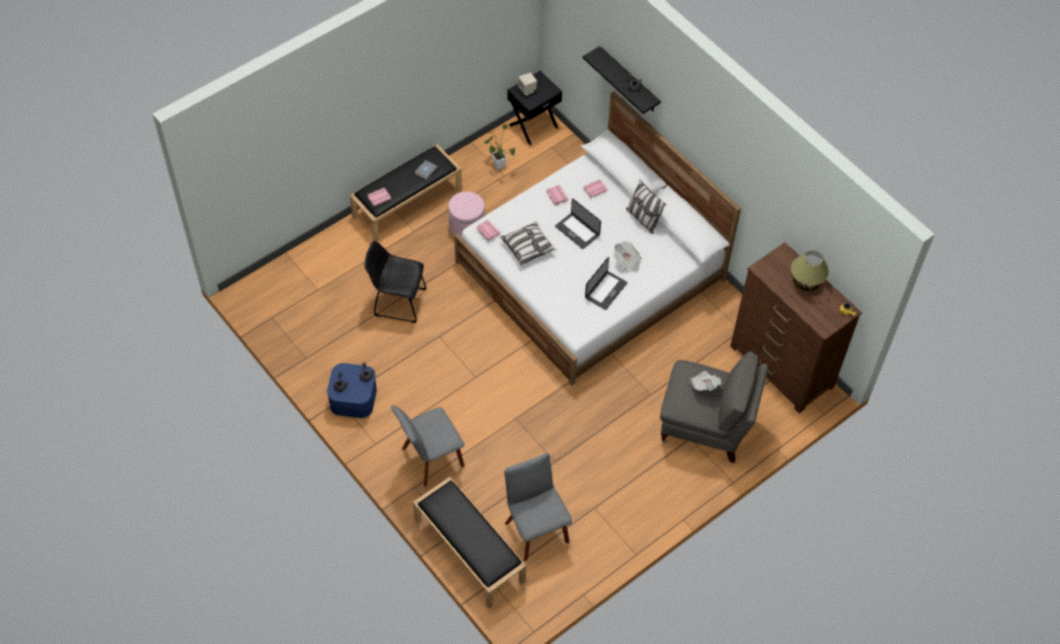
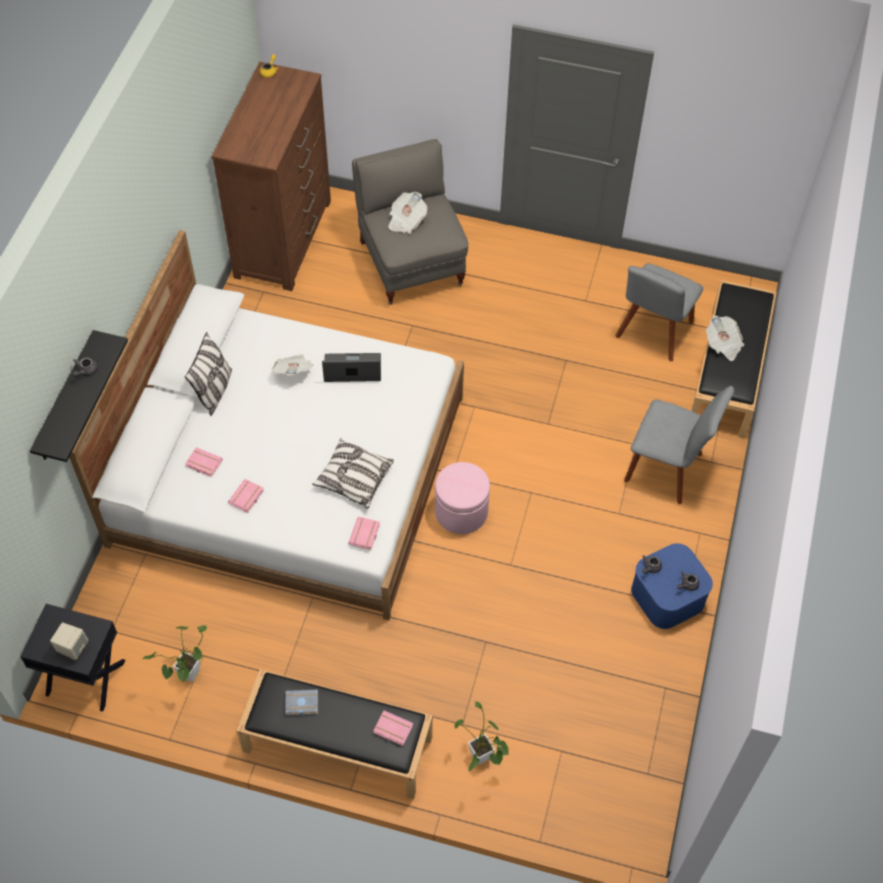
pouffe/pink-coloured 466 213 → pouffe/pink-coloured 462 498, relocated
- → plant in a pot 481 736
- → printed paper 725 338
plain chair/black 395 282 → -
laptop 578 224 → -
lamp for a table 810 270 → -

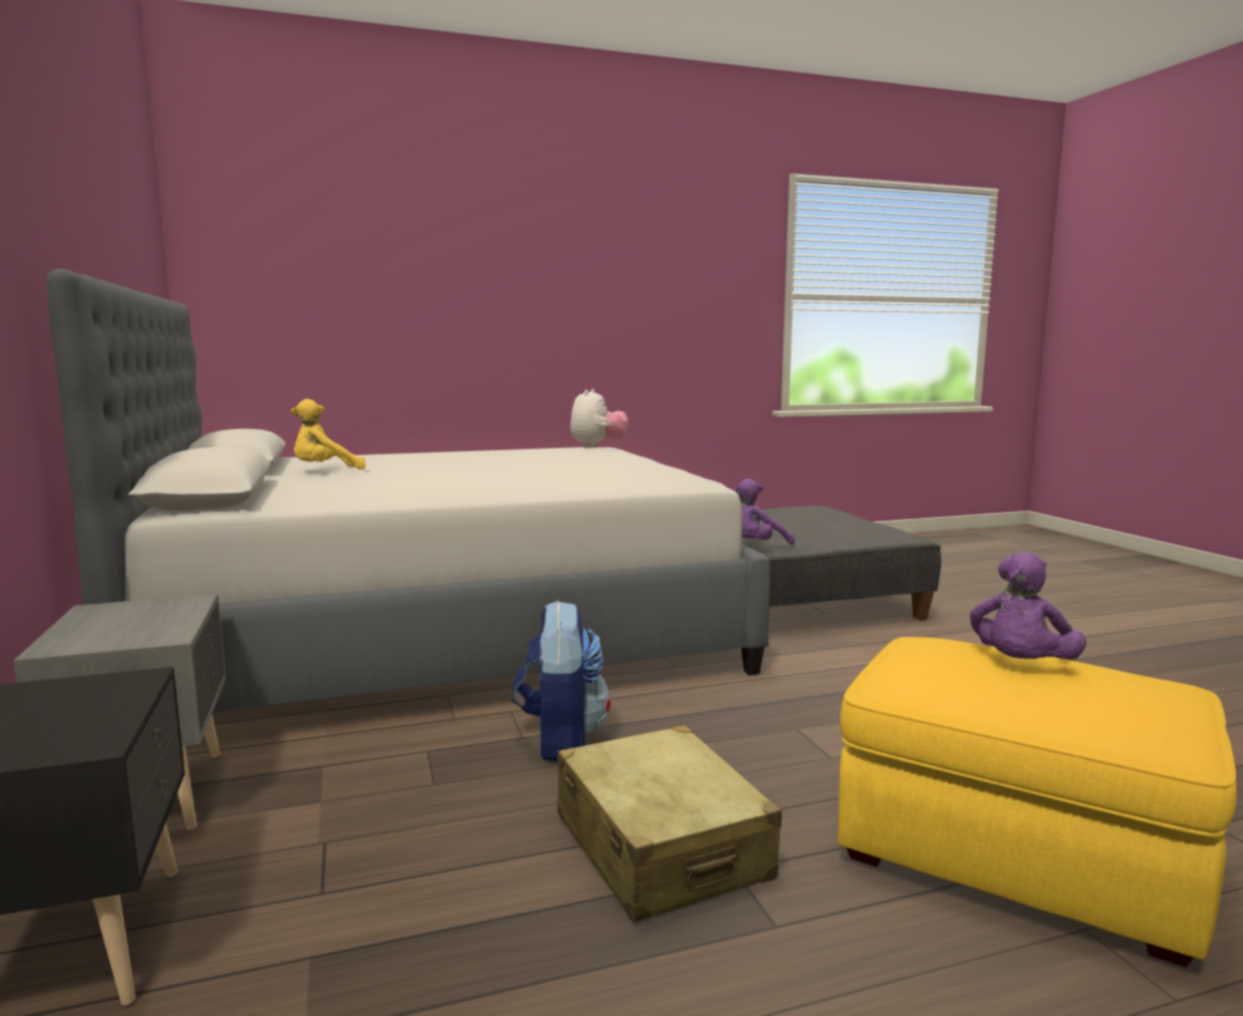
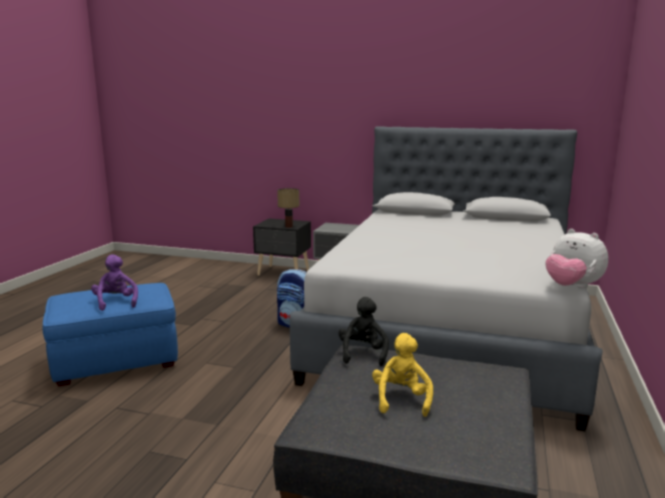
pouffe/yellow 1037 802 → pouffe/blue-coloured 110 334
- → lamp for a table 288 208
cuddly toy/purplish 764 512 → cuddly toy/black 363 331
cuddly toy/yellow 328 434 → cuddly toy/yellow 402 375, relocated
suitcase/sand-coloured 669 823 → -

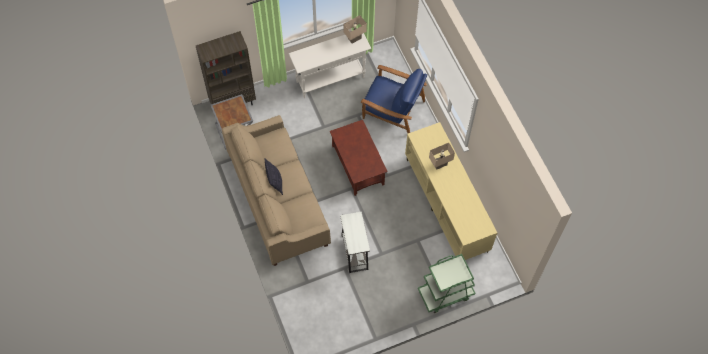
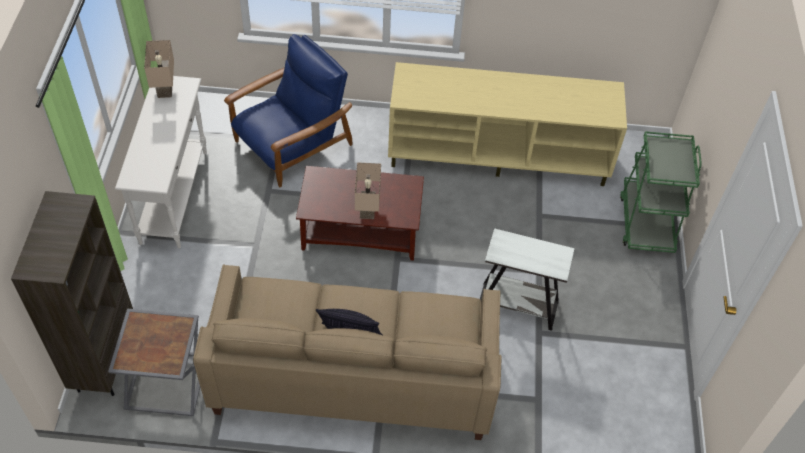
lamp for a table/sand-coloured 442 156 → lamp for a table/sand-coloured 368 190, relocated

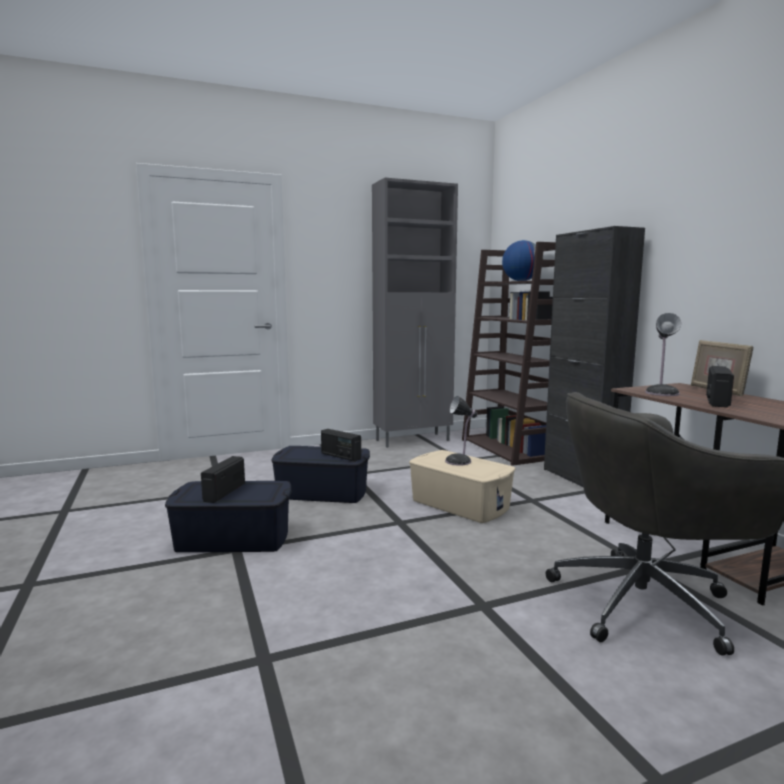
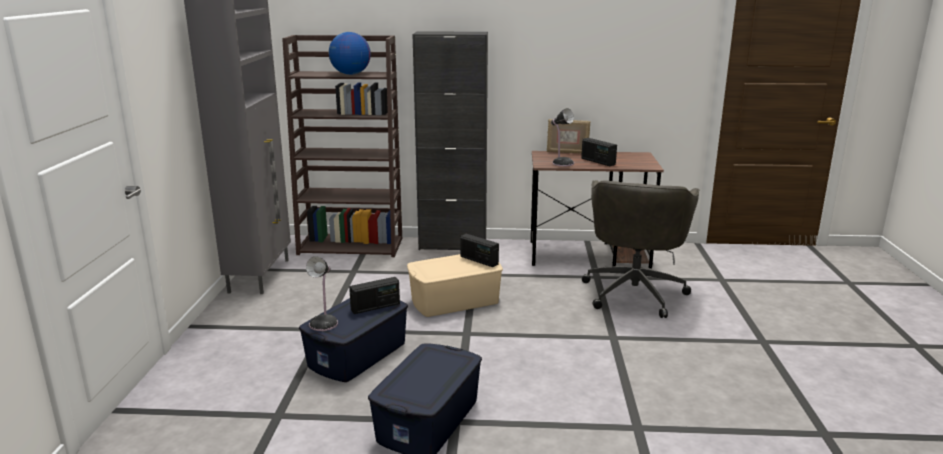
lamp for a table 461 431 → lamp for a table 322 294, relocated
radio 223 479 → radio 479 250, relocated

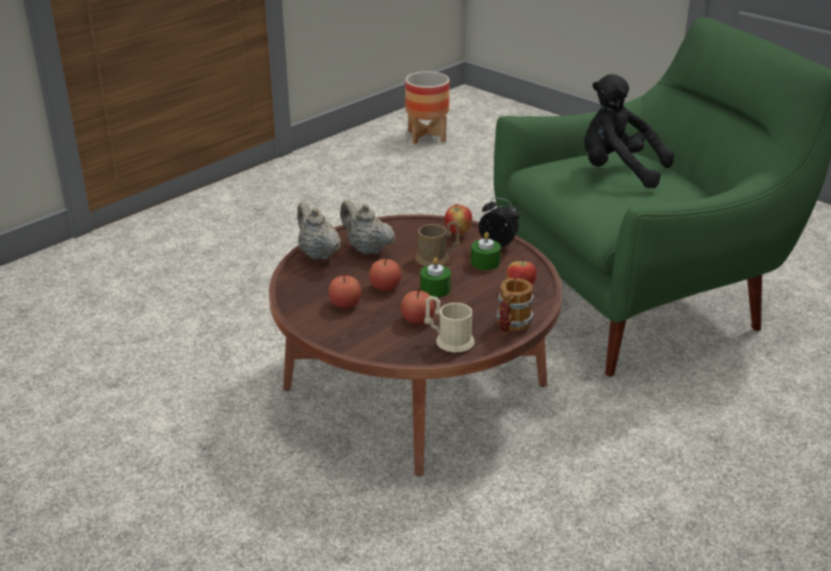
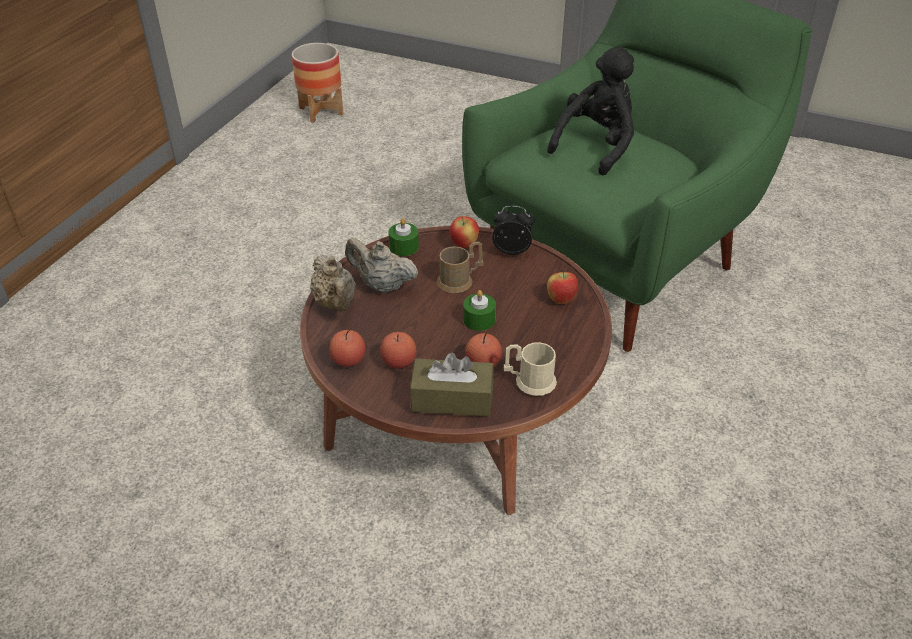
teapot/sand-coloured 319 230 → teapot/sand-coloured 333 283, 150 degrees counterclockwise
whole apple 385 273 → whole apple 347 348, relocated
candle/greenish 486 251 → candle/greenish 403 237, relocated
- → tissue holder/brown 452 384
cuddly toy/black 629 131 → cuddly toy/black 590 111, 120 degrees clockwise
mug 515 306 → -

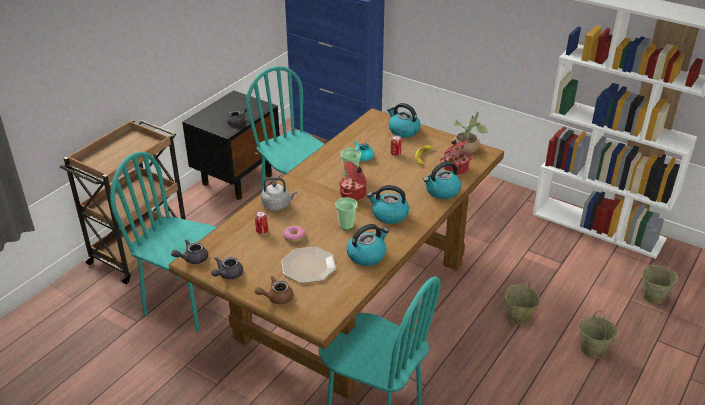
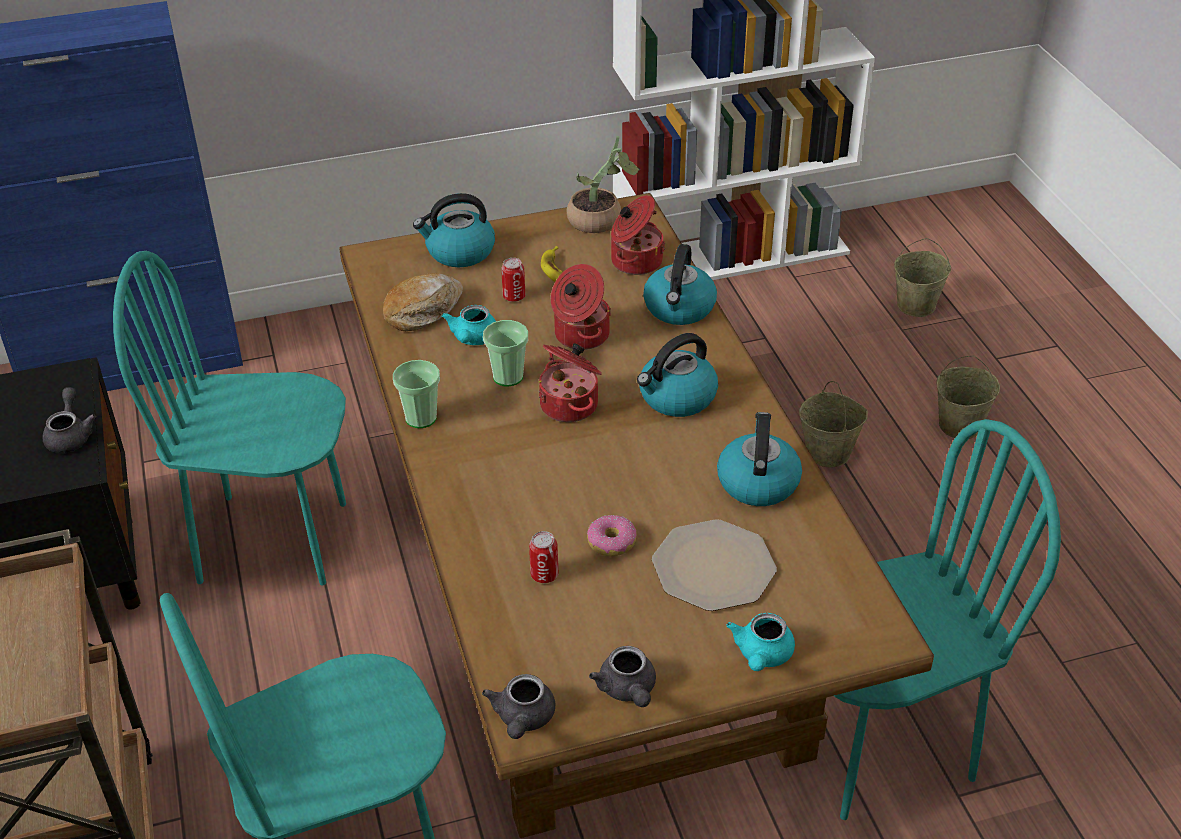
- → bread 423 302
cup 346 213 → cup 416 394, relocated
- → cooking pot 581 307
teapot/brown 274 290 → teapot/turquoise-coloured 760 642
water kettle/grey 279 194 → -

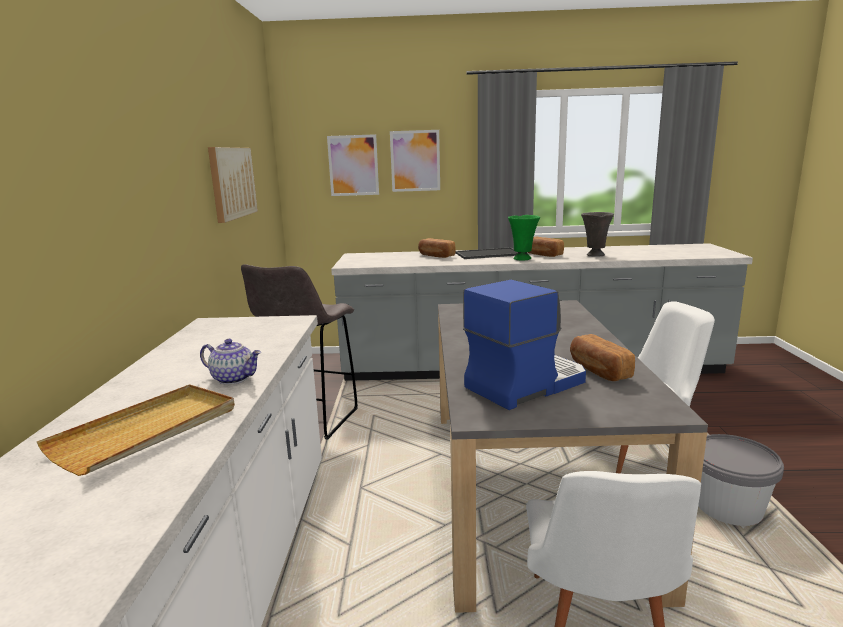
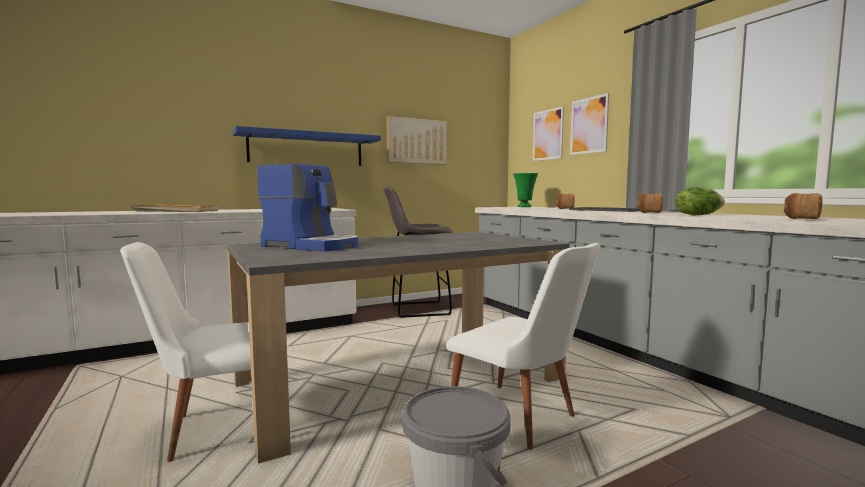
- → shelf/blue-coloured 307 146
flower vase/greenish 524 237 → flower vase/greenish 525 190, relocated
flower vase/grey 597 234 → lettuce head 700 201
bread 602 357 → bread 803 206, relocated
teapot 230 362 → -

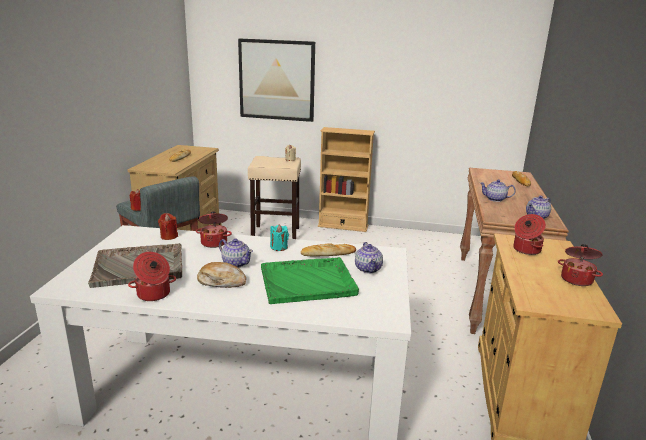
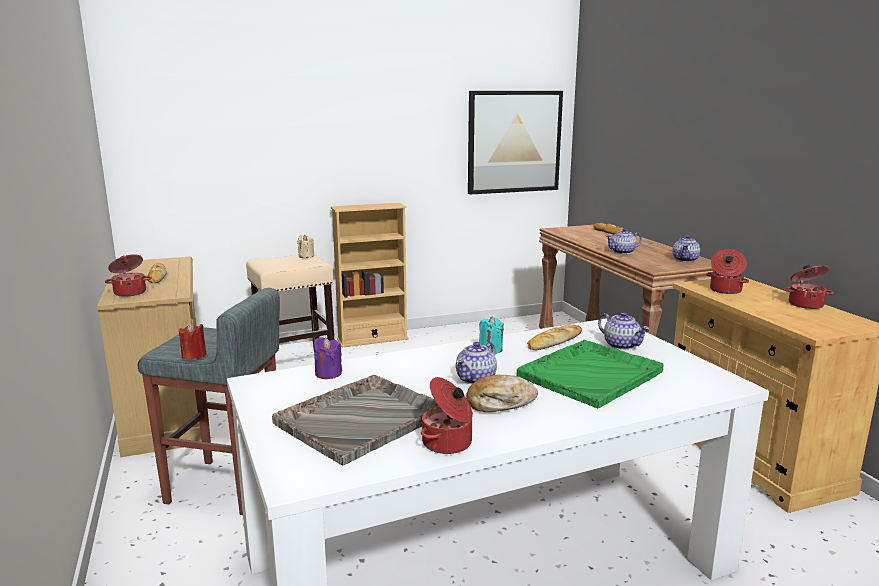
cooking pot 214 230 → cooking pot 128 275, relocated
candle/red-coloured 168 226 → candle/purplish 328 358
teapot 236 253 → teapot 476 363, 120 degrees clockwise
wall art 276 80 → wall art 515 142, relocated

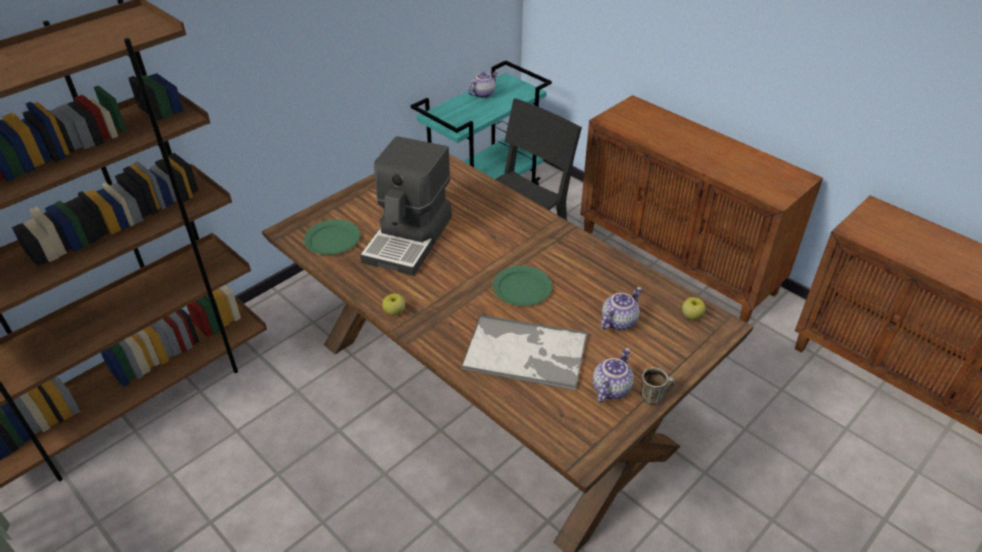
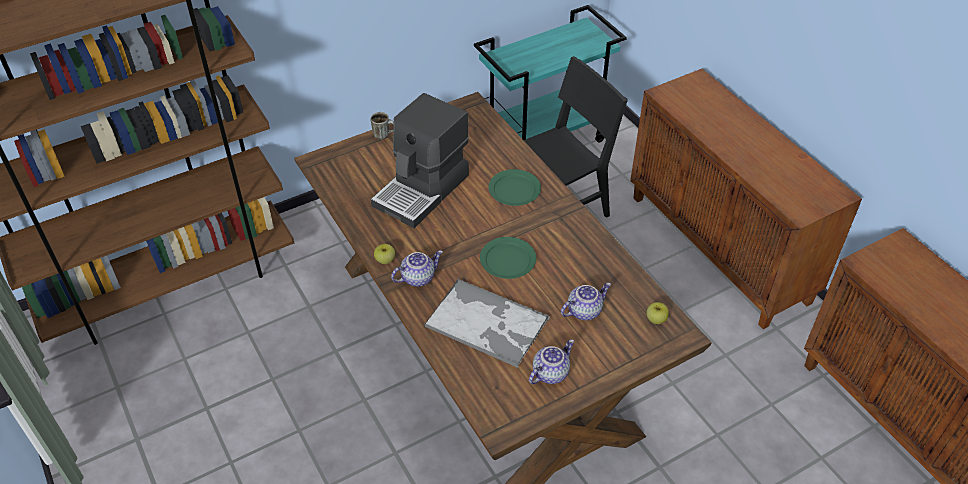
mug 657 386 → mug 382 126, relocated
teapot 483 84 → teapot 417 268, relocated
dinner plate/greenish 332 237 → dinner plate/greenish 514 187, relocated

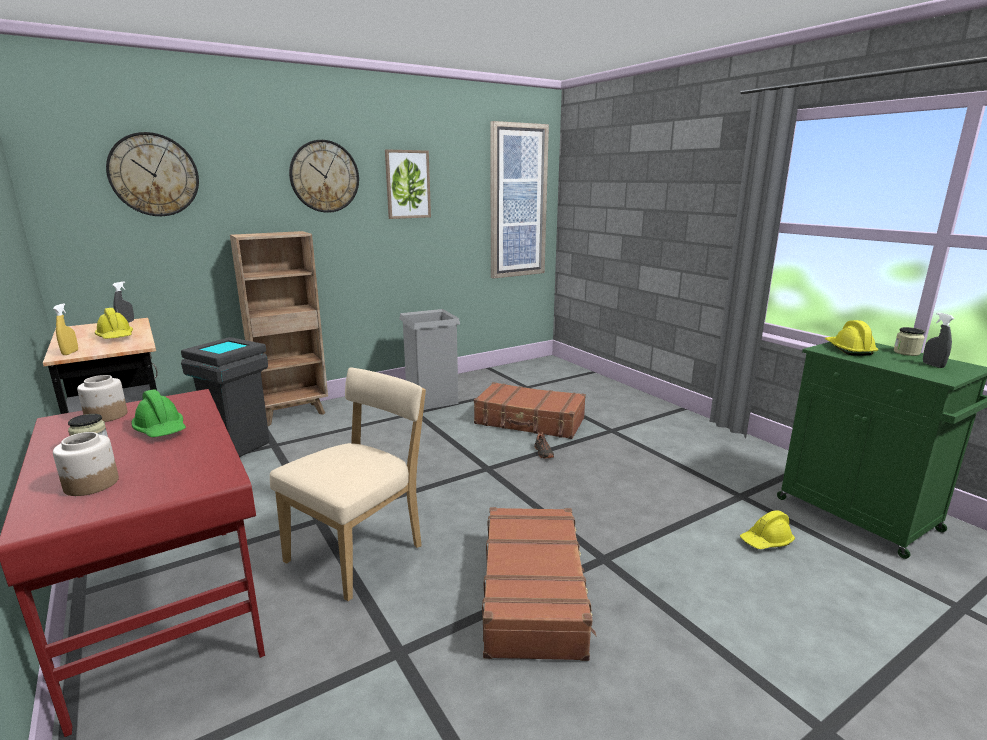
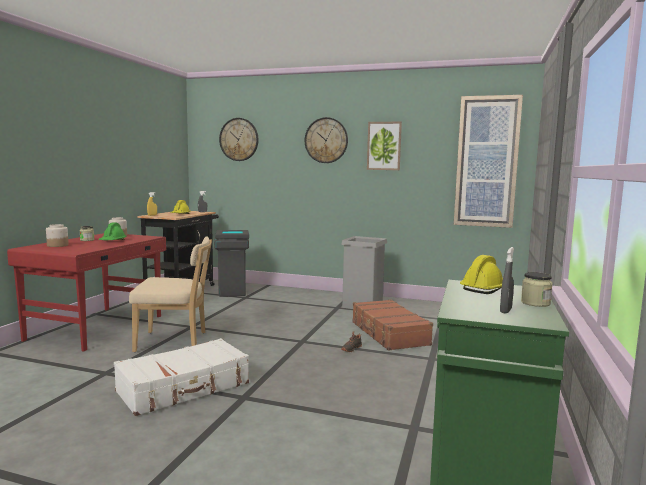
suitcase/brown 539 584 → suitcase/white-coloured 181 377
bookshelf/brown 279 328 → -
safety helmet/yellow 767 530 → -

